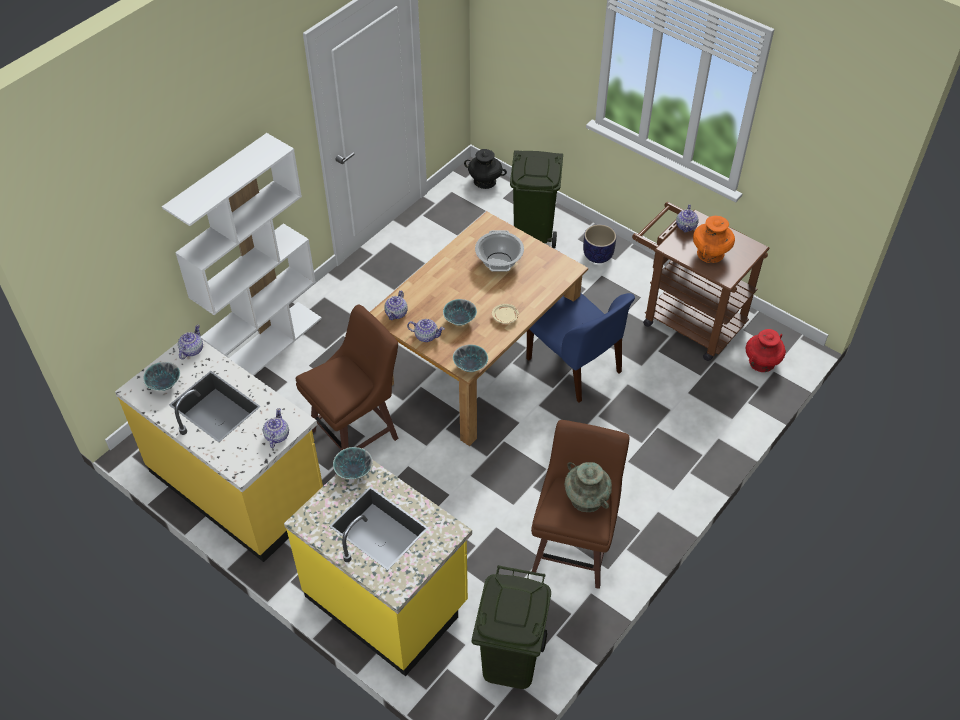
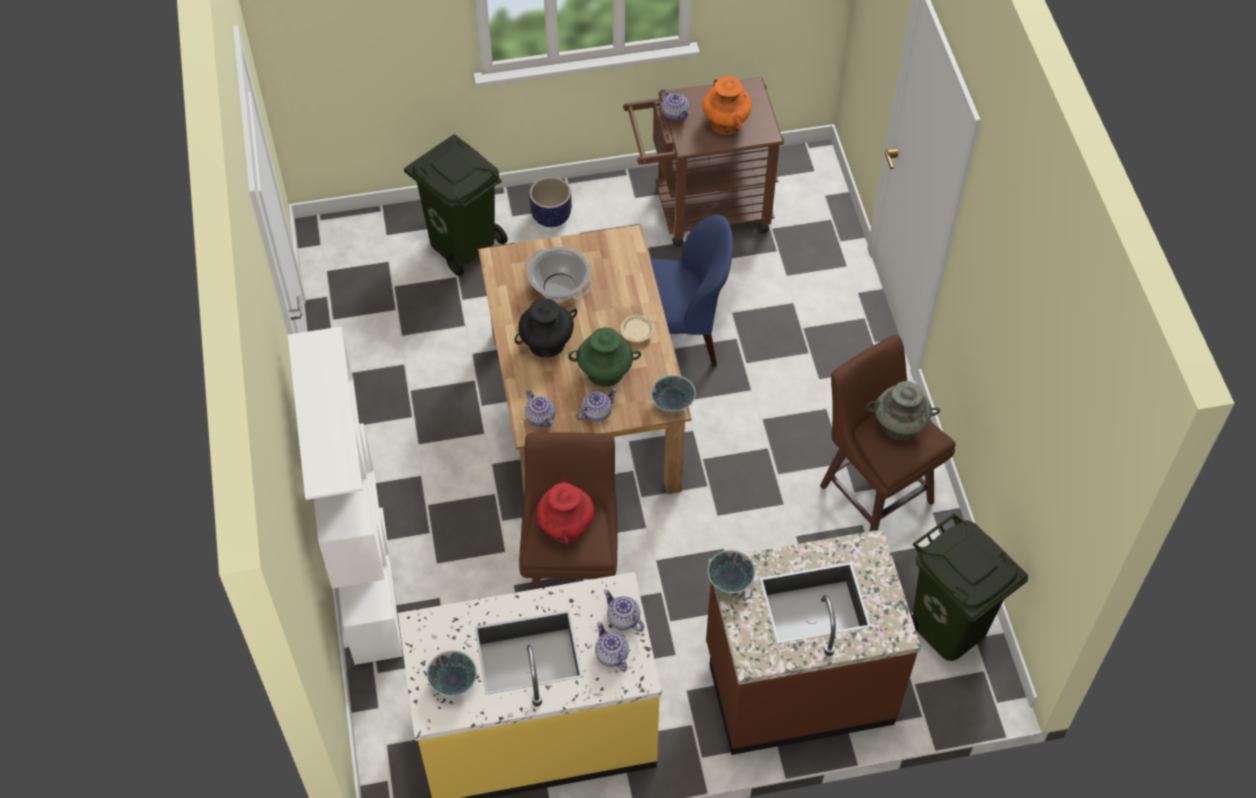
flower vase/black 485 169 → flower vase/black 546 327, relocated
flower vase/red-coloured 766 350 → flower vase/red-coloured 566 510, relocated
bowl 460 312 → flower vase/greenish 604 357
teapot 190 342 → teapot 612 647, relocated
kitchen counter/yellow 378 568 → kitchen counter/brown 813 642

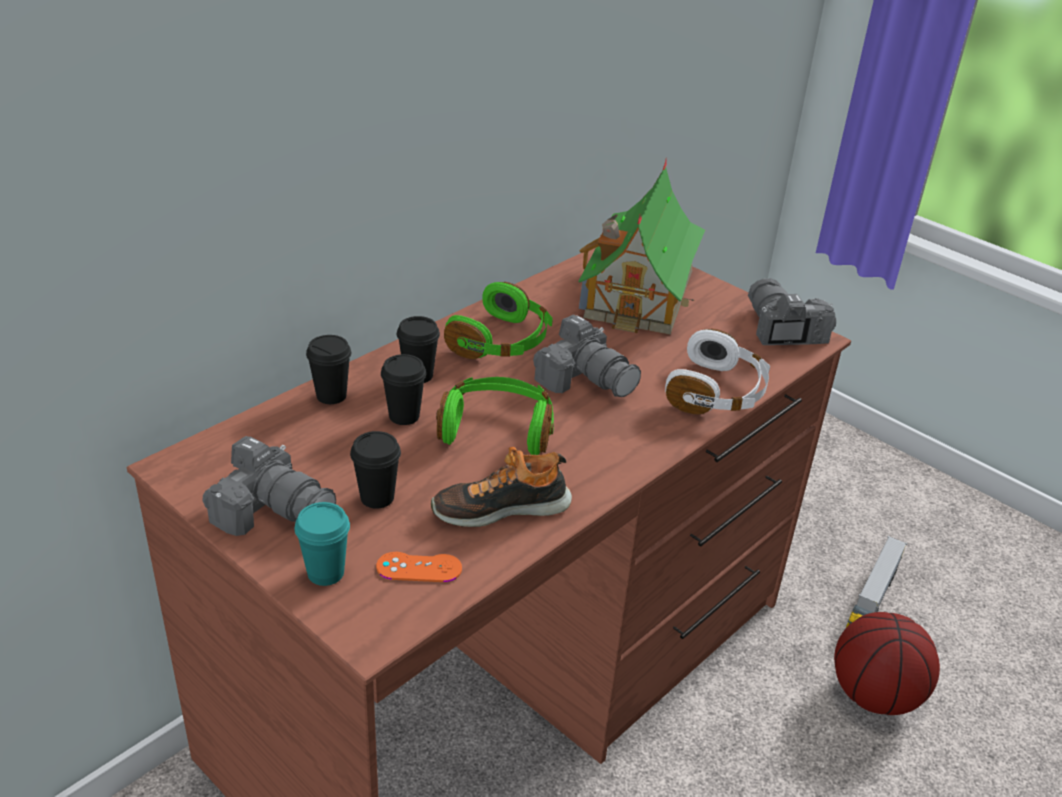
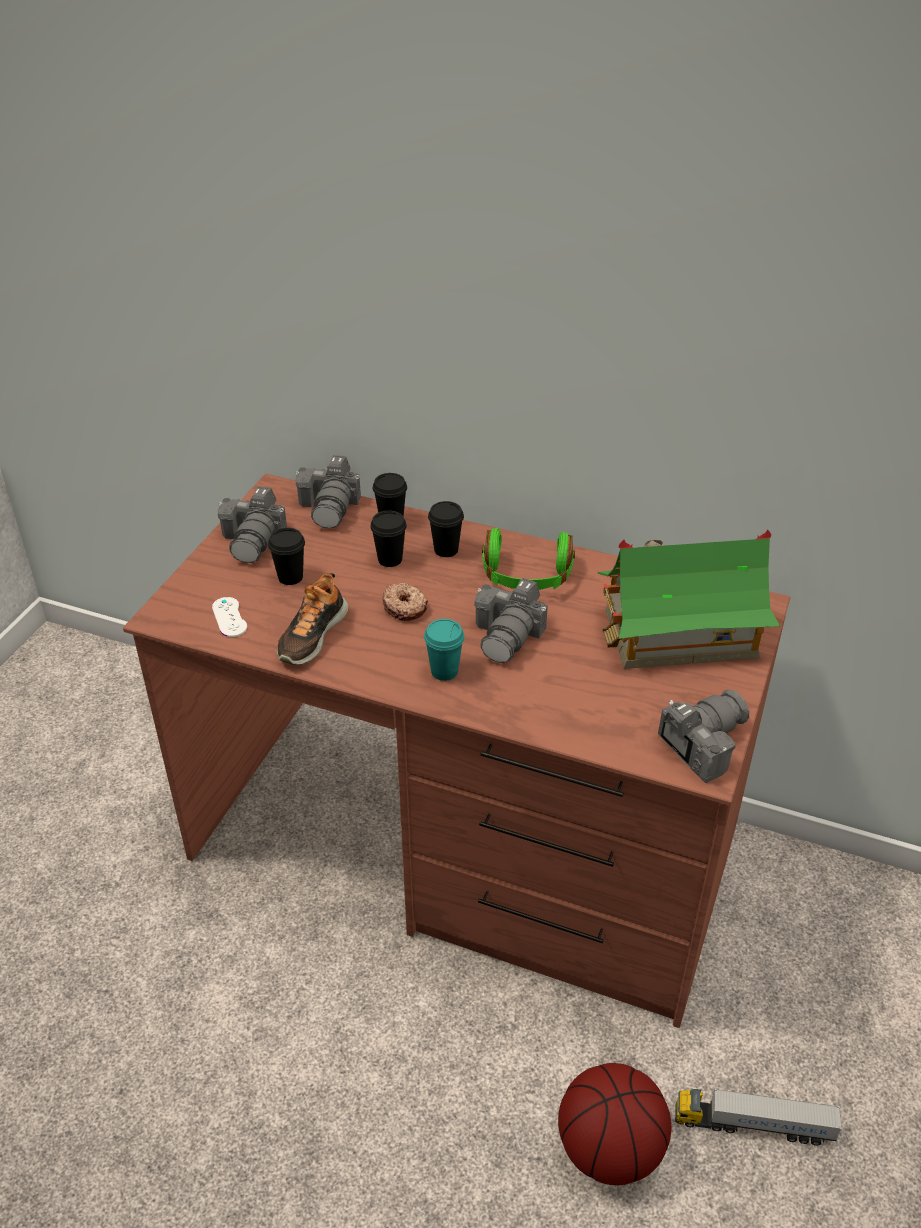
joypad/orangey 419 567 → joypad/white-coloured 229 617
low shoe 501 487 → low shoe 313 619, 120 degrees counterclockwise
- → photo camera 328 491
headset/greenish 495 416 → doughnut 405 602
cup/turquoise-coloured 322 544 → cup/turquoise-coloured 444 650, relocated
headset/white-coloured 717 372 → -

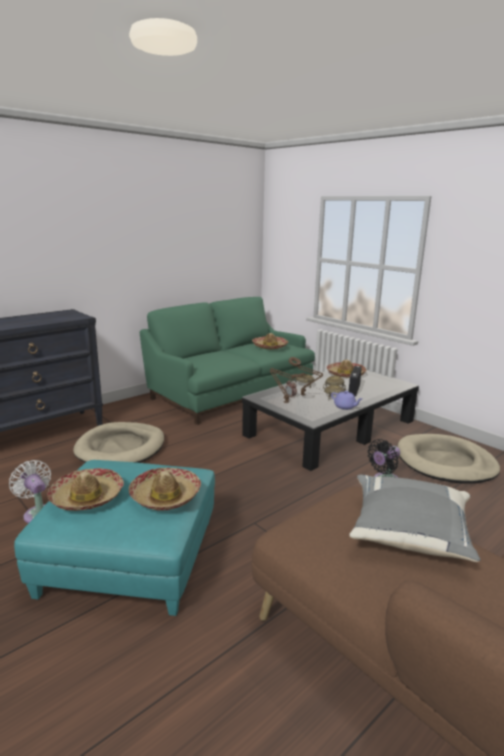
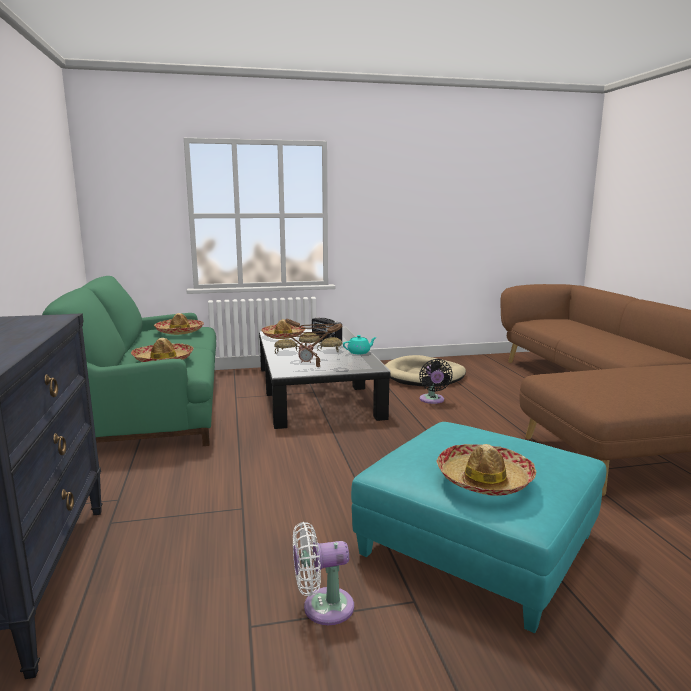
hat 165 489 → hat 162 350, relocated
teapot/purplish 346 400 → teapot/turquoise-coloured 360 344
dog cushion/sand-coloured 118 442 → -
cushion/grey 415 518 → -

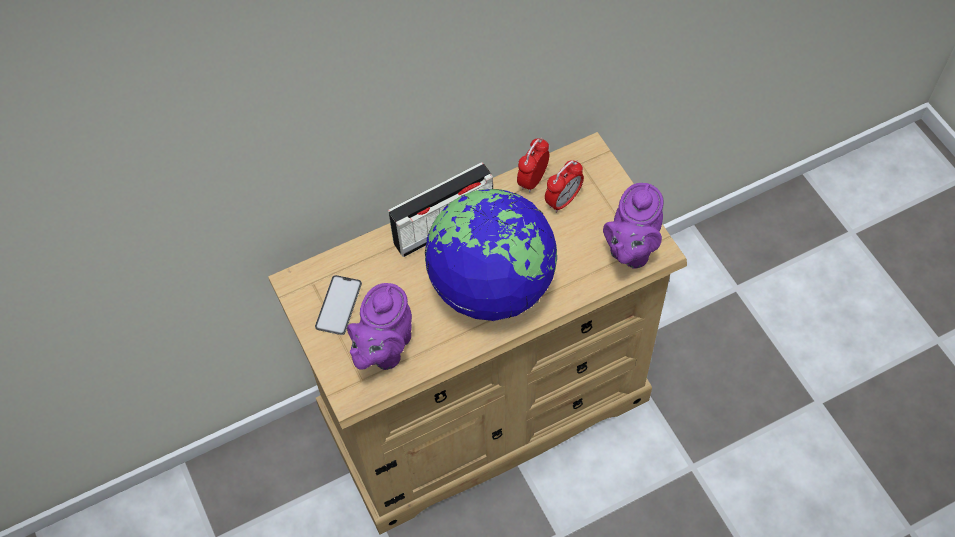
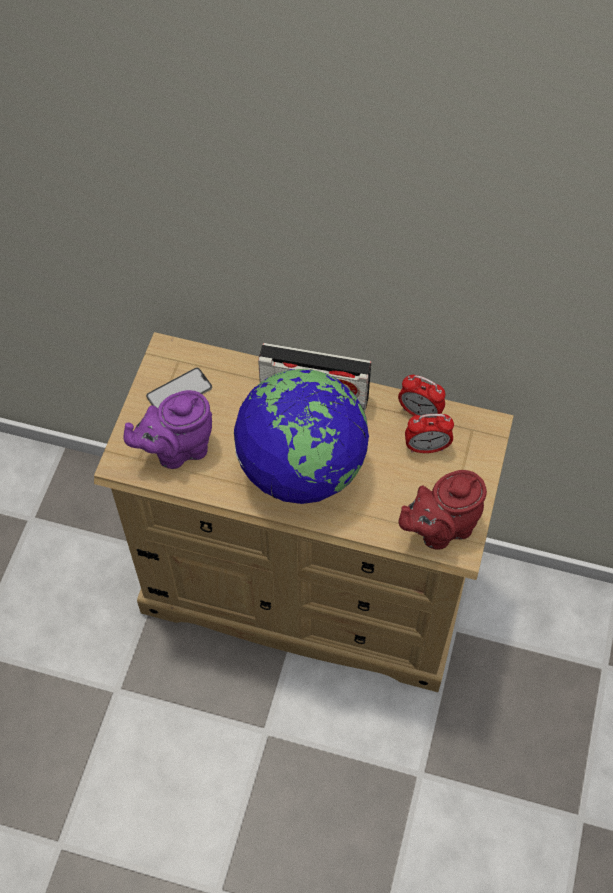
bedside clock 533 165 → bedside clock 421 396, 135 degrees counterclockwise
teapot/purplish 633 226 → teapot/red-coloured 443 510

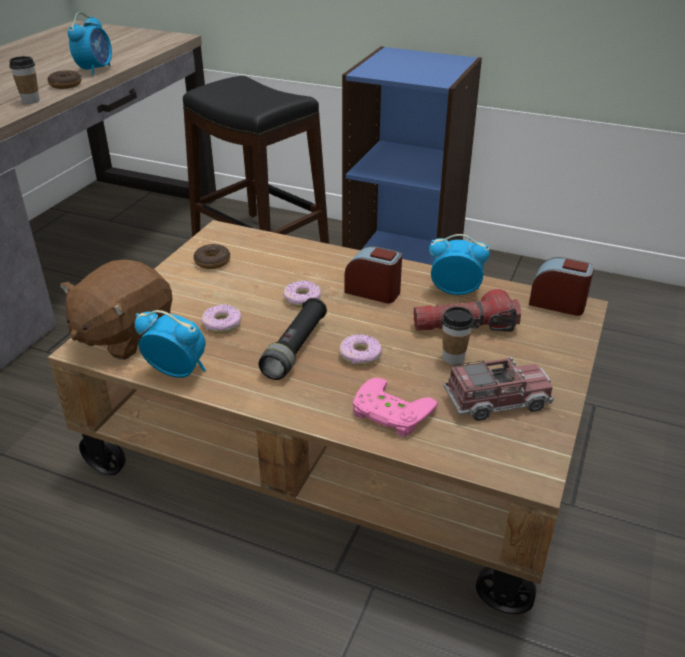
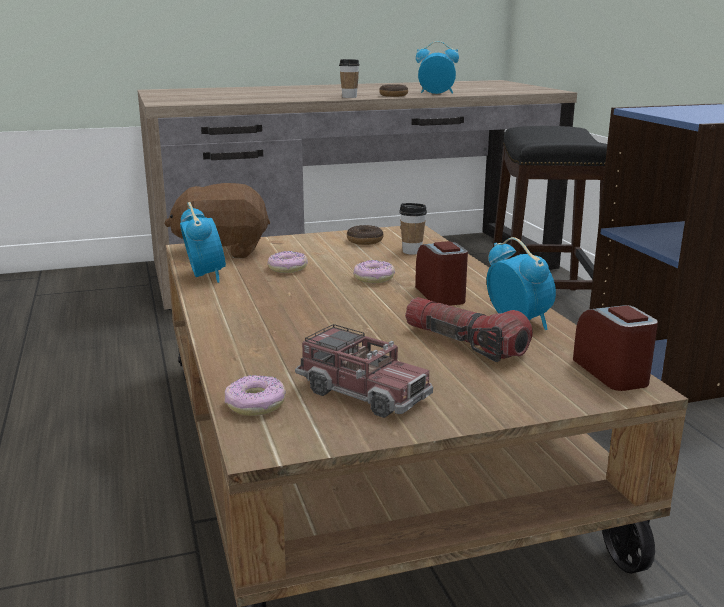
doughnut 360 350 → doughnut 255 395, relocated
cup 458 335 → cup 413 229, relocated
bedside clock 90 44 → bedside clock 437 67, 150 degrees counterclockwise
flashlight/black 293 339 → -
joypad/pink-coloured 395 407 → -

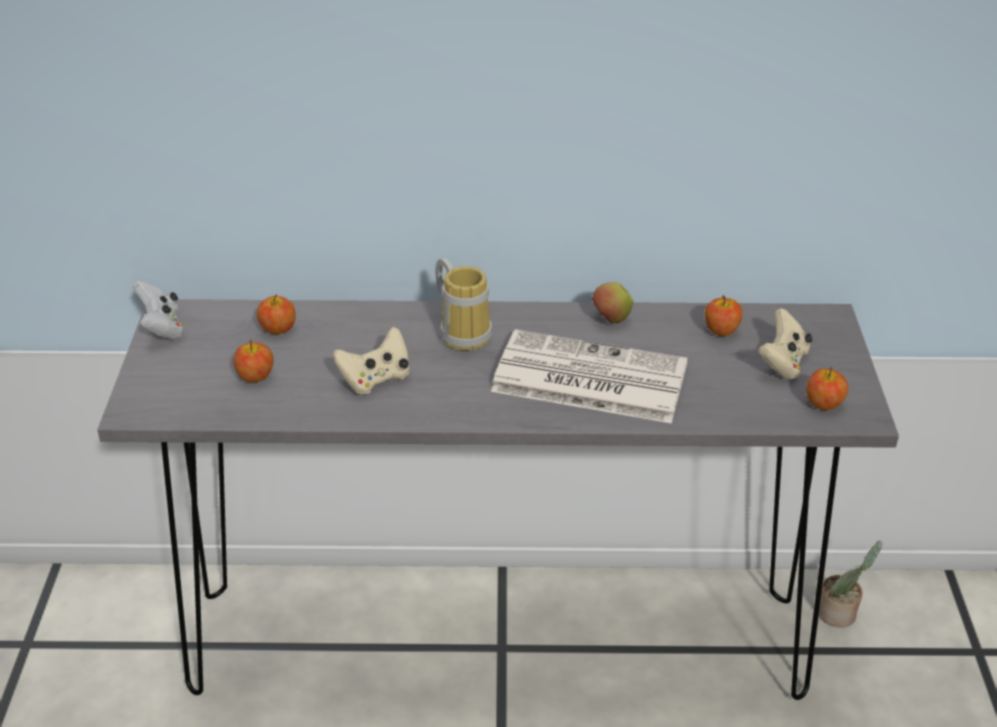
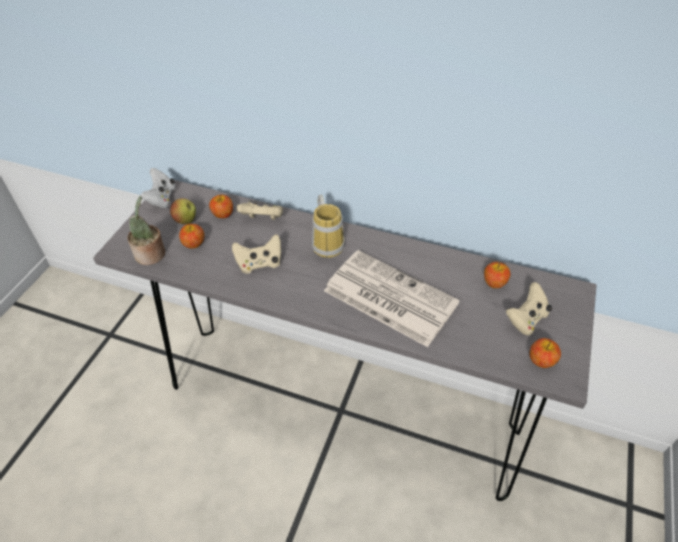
plant in a pot 850 584 → plant in a pot 146 230, relocated
whole apple 612 302 → whole apple 183 211, relocated
- → joypad/sand-coloured 260 210

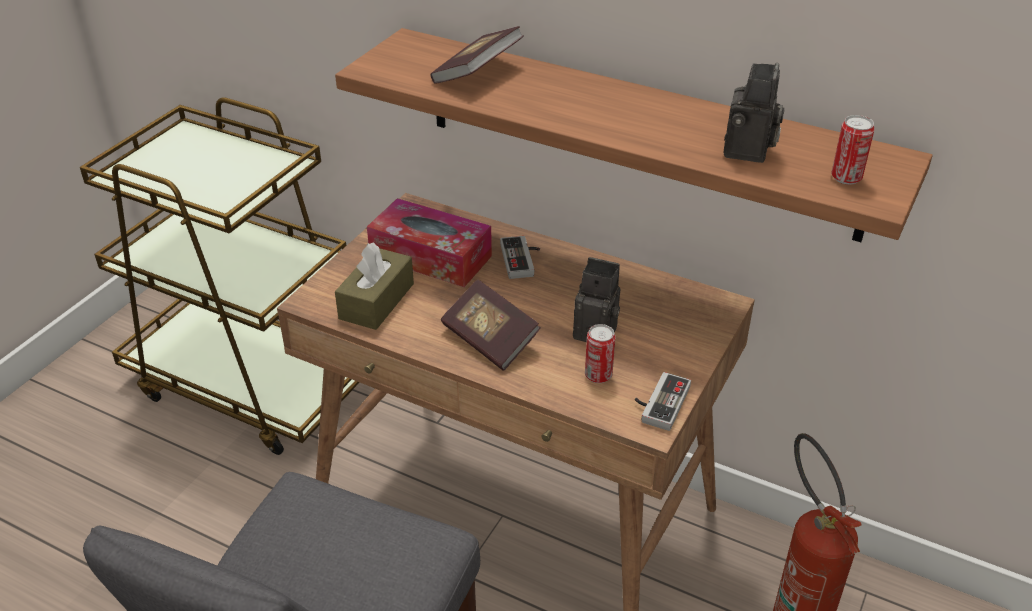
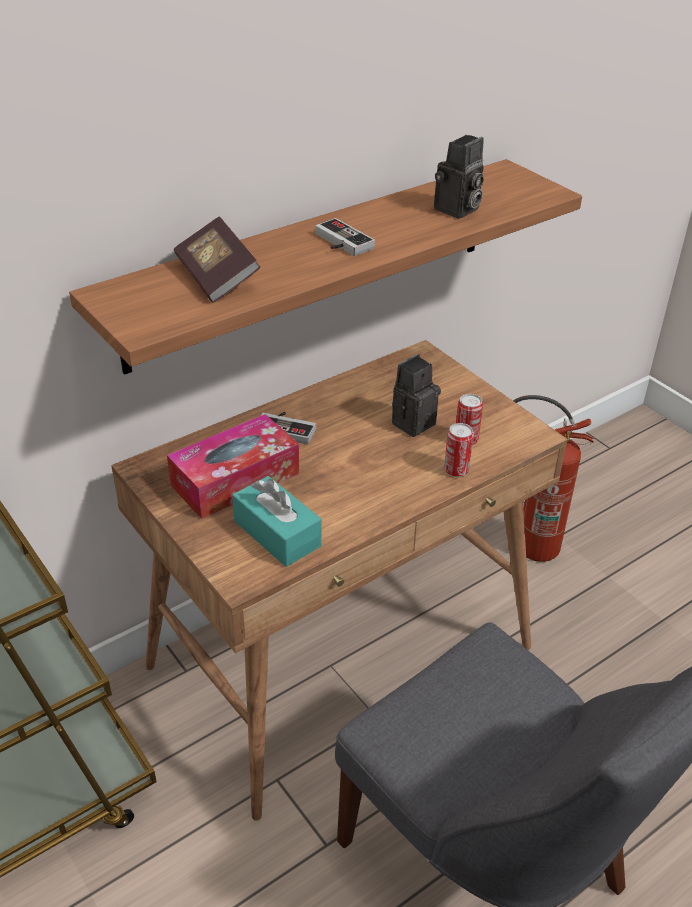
tissue holder/brown 374 286 → tissue holder/turquoise-coloured 277 521
joypad 663 401 → joypad 345 237, relocated
photo camera 754 113 → photo camera 459 177, 90 degrees clockwise
can 853 150 → can 459 450, relocated
bound book 490 325 → -

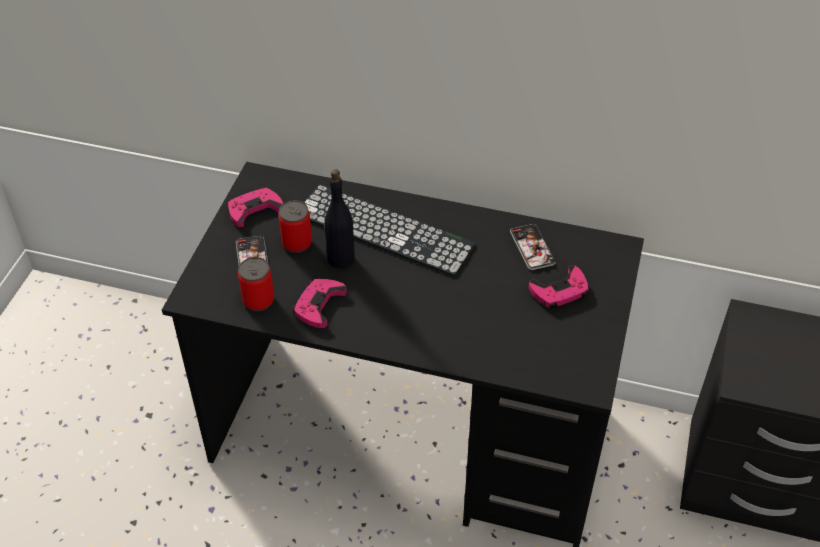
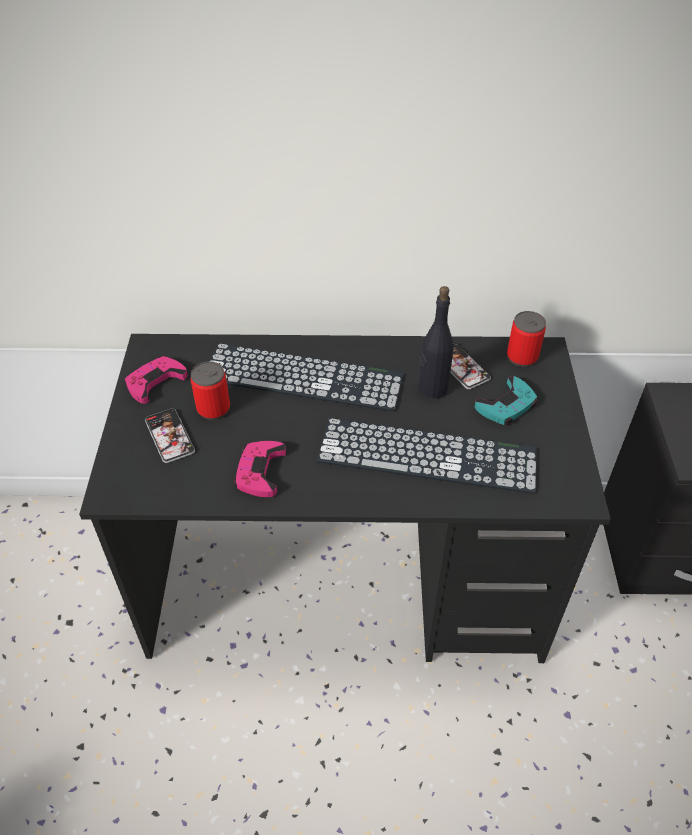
- → computer keyboard 427 456
bottle/black 339 219 → bottle/black 436 342, relocated
joypad/pink-coloured 559 287 → joypad/turquoise-coloured 506 400
can 256 284 → can 526 339, relocated

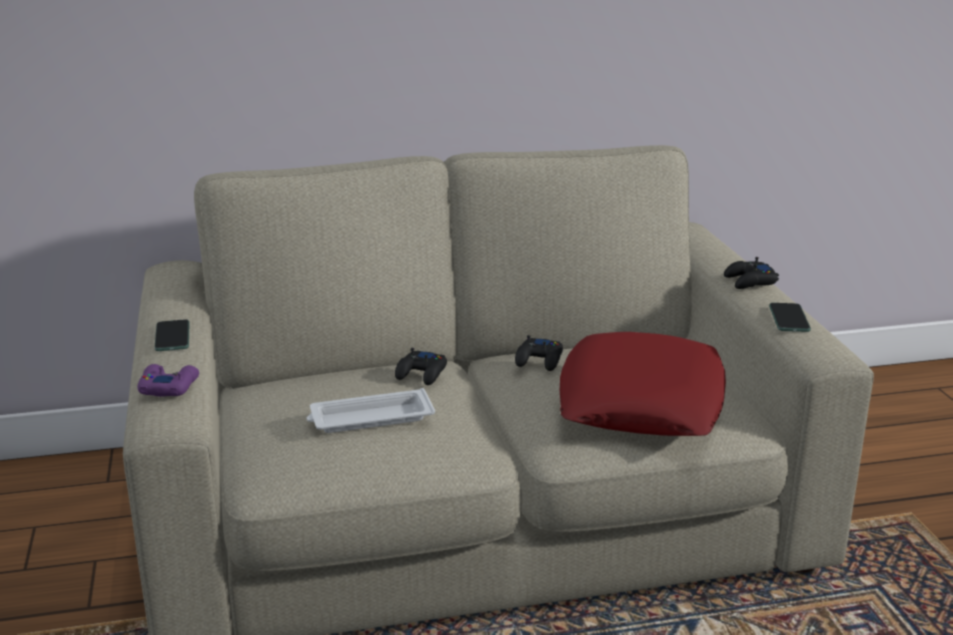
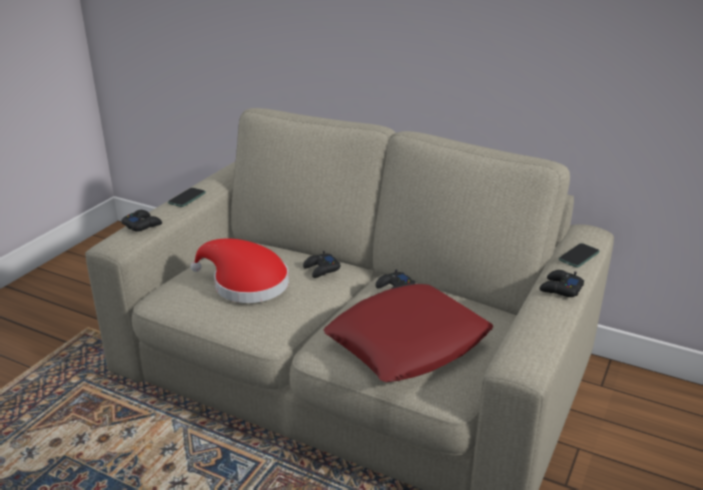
joypad/purplish 168 380 → joypad/black 141 221
serving tray/white-coloured 371 410 → hat/red-coloured 239 271
handset 790 317 → handset 579 255, relocated

